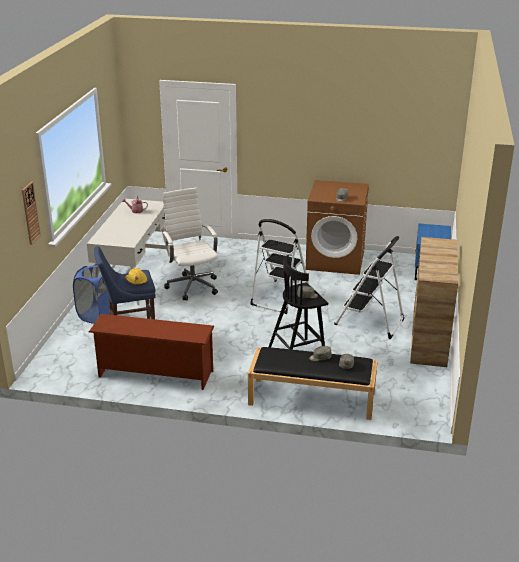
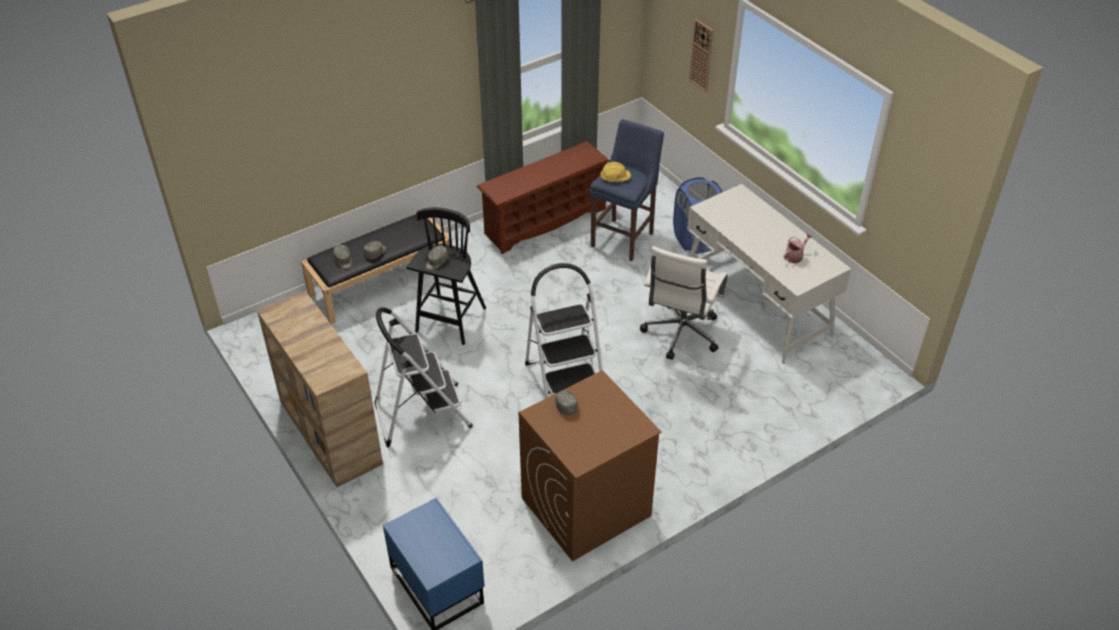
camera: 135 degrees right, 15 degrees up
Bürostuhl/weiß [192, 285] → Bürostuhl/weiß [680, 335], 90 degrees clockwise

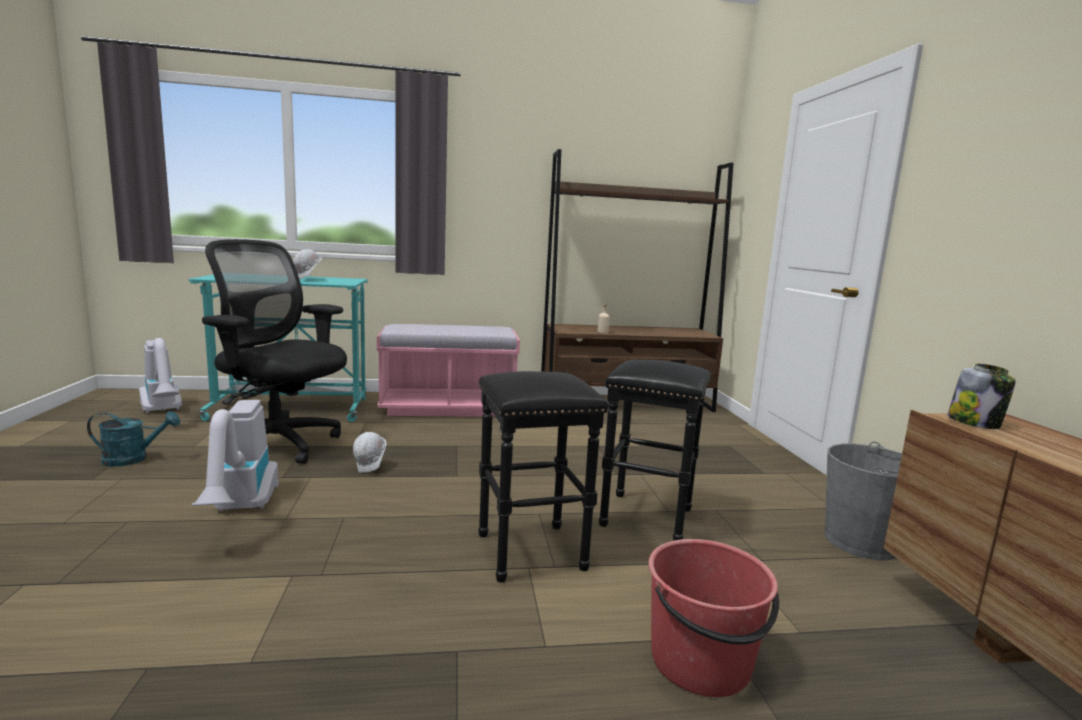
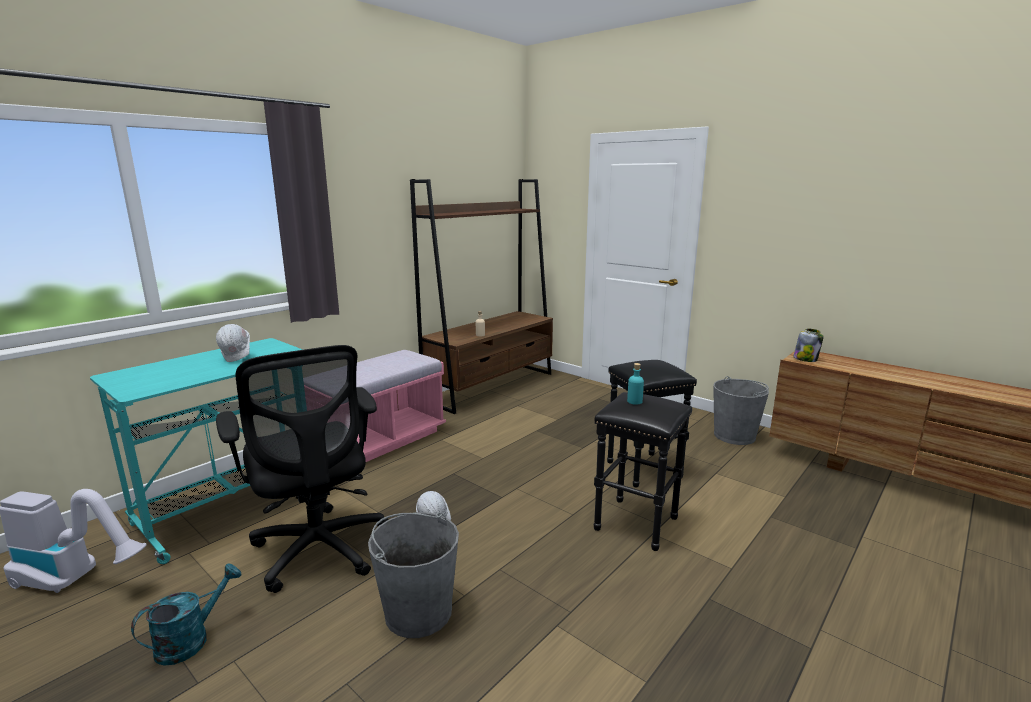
camera: 40 degrees left, 5 degrees up
Bürostuhl/schwarz [282, 445] → Bürostuhl/schwarz [316, 544], 105 degrees counterclockwise
Staubsauger [241, 510] → Eimer/grau [418, 611]
- → Flasche/türkis [634, 401]
Eimer/rot [701, 662] → -

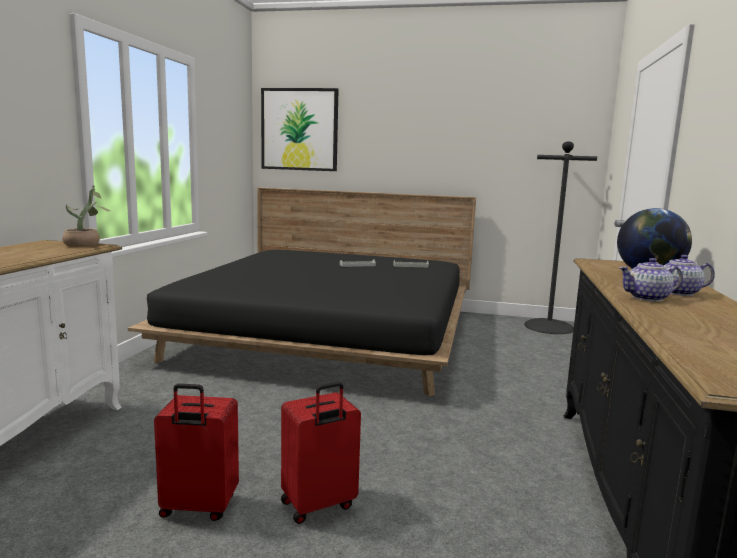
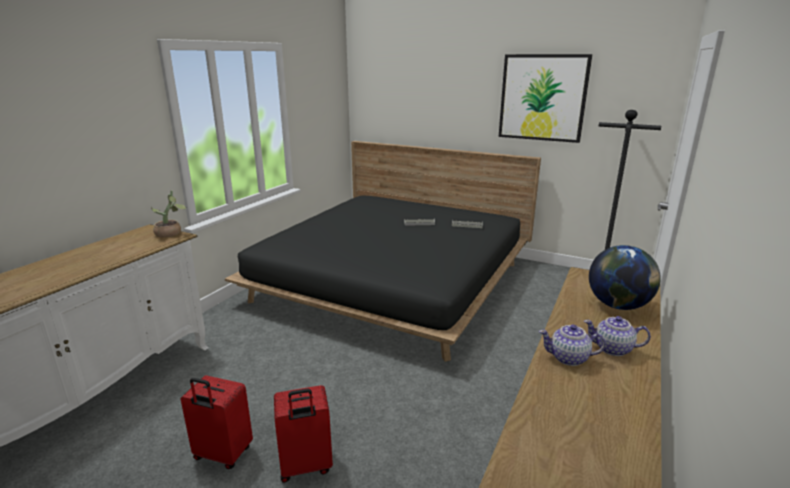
camera: 15 degrees right, 10 degrees up
Bild [299, 129] → Bild [542, 98], moved

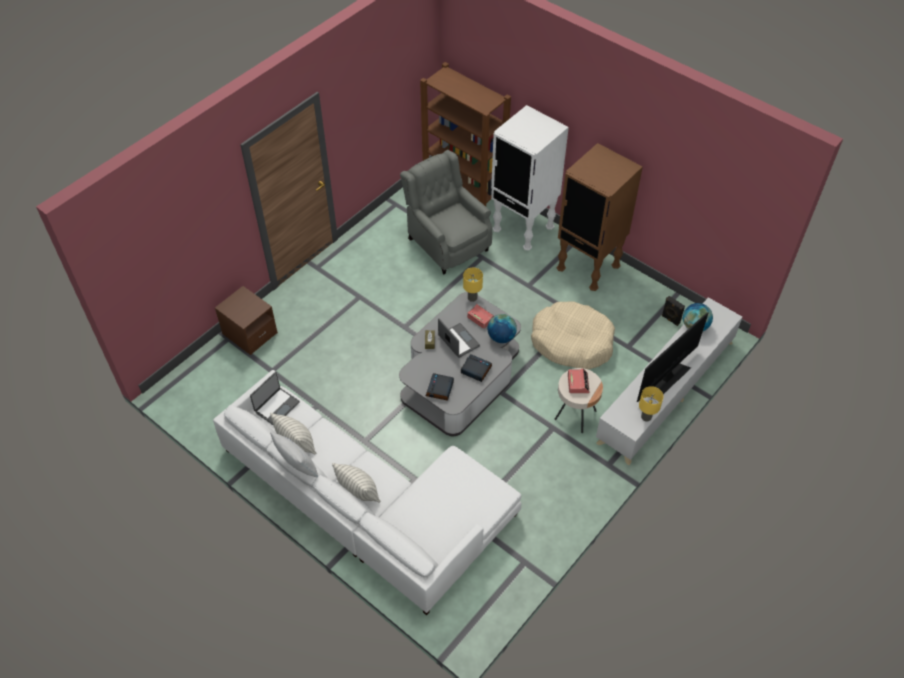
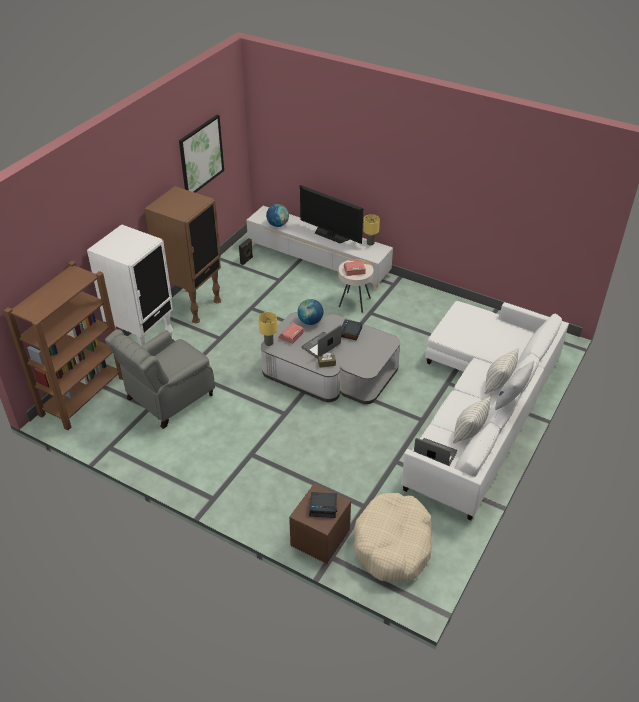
camera: 100 degrees left, 10 degrees down
- → Bild [201, 155]
Wecker [440, 389] → Wecker [323, 507], moved
Hundebett/beige [572, 342] → Hundebett/beige [393, 545], moved

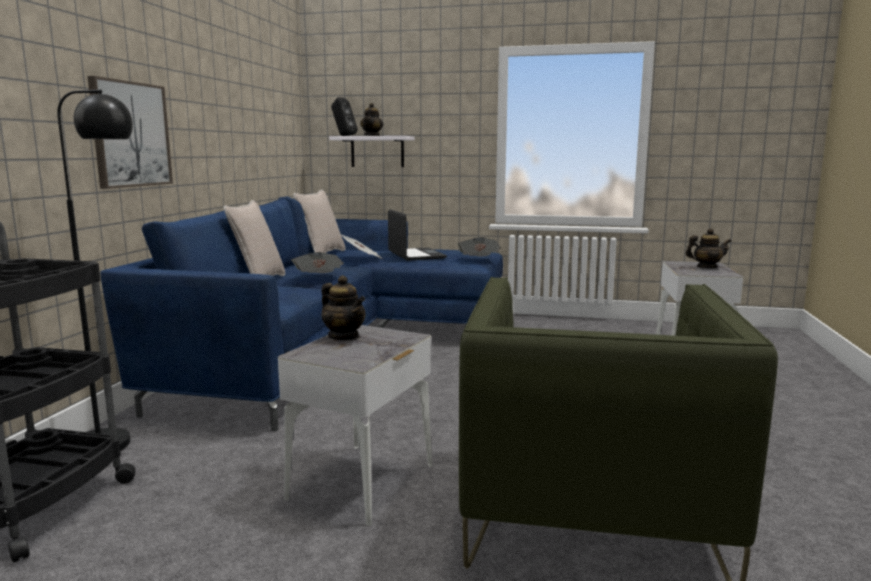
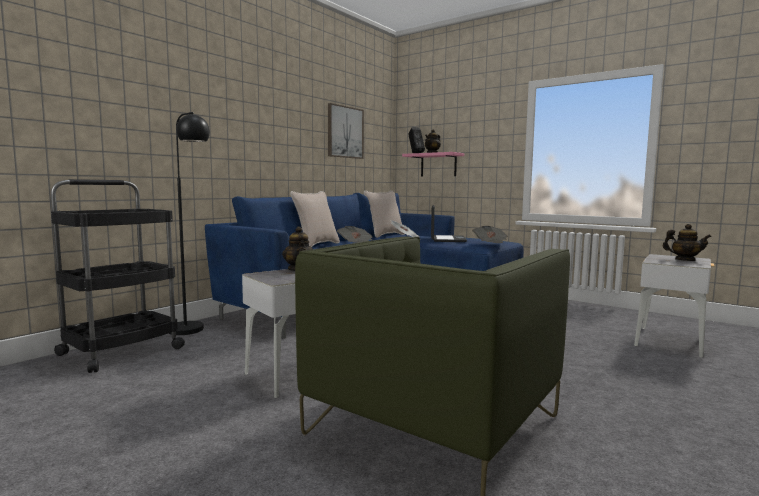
camera: 25 degrees right, 5 degrees down
Bild [130, 134] → Bild [345, 132], moved
Wandregal/weiß [377, 151] → Wandregal/rosa [438, 165]

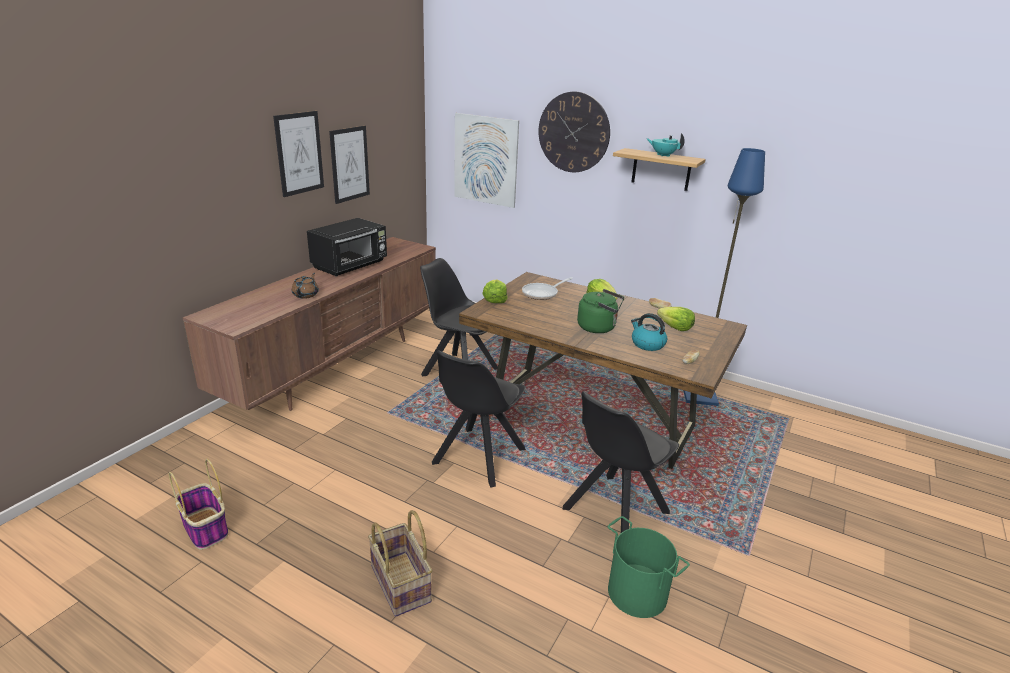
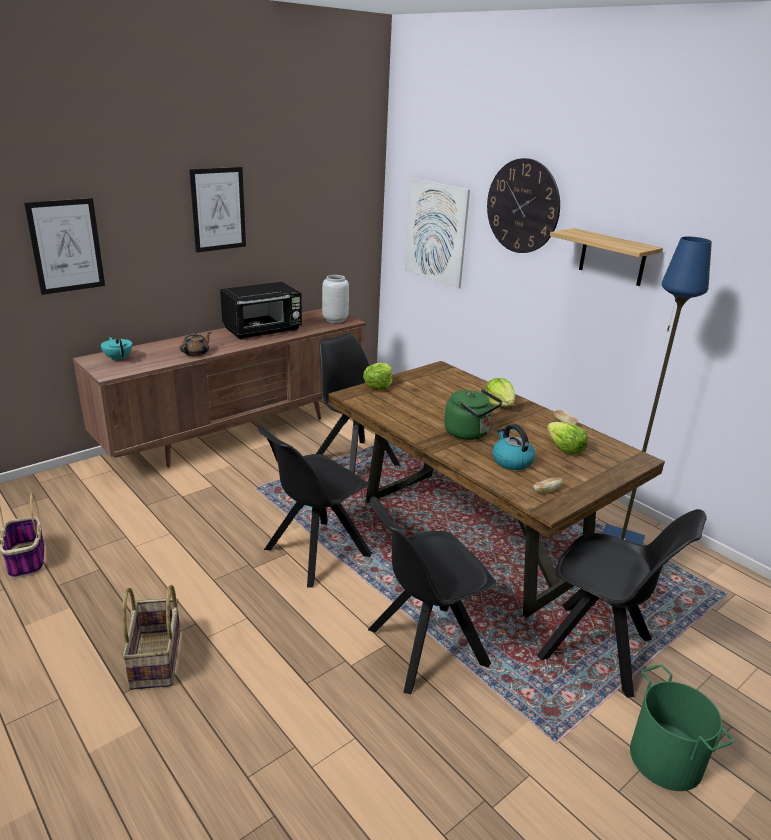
camera: 20 degrees right, 0 degrees up
Bild [350, 164] → Bild [66, 246], moved
Teekanne/türkis [663, 155] → Teekanne/türkis [118, 358], moved
- → Vase/grau [334, 319]
- → Stuhl/schwarz [599, 650]
Eimer/grün [636, 593] → Eimer/grün [665, 759], moved
Pfanne [542, 293] → -

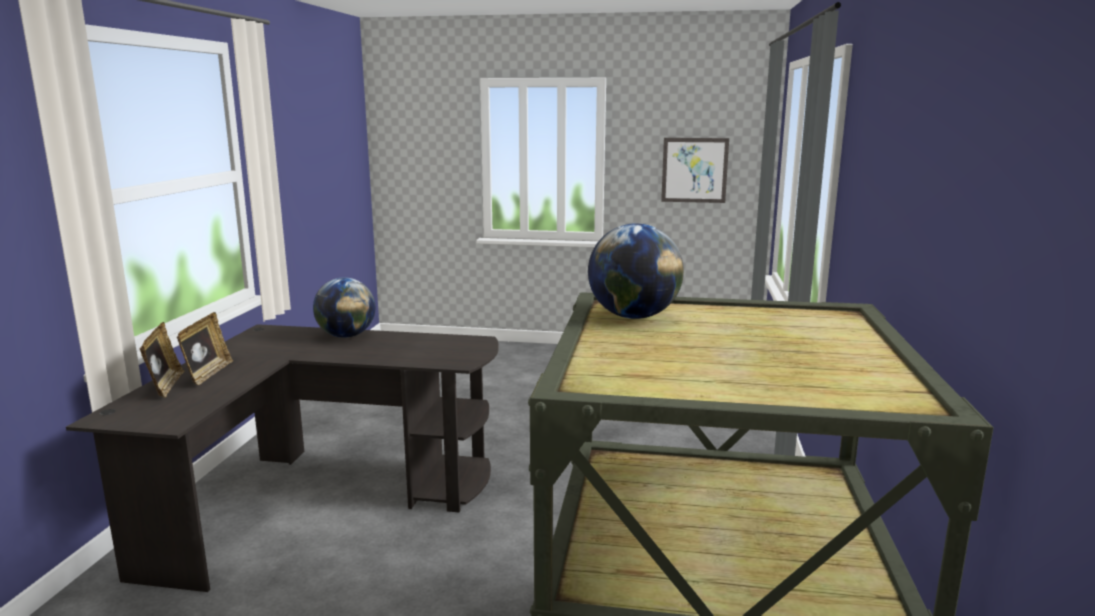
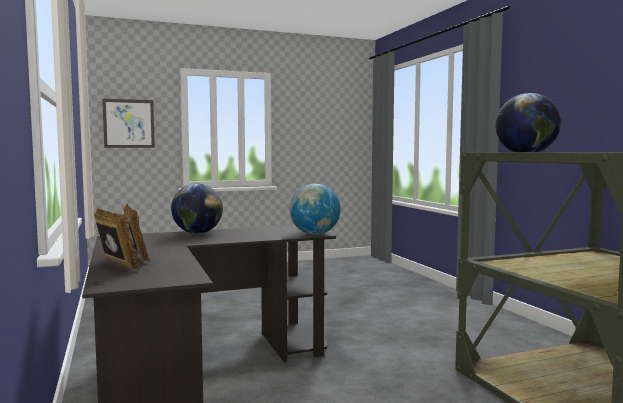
camera: 30 degrees left, 10 degrees down
Bild [694, 170] → Bild [129, 123], moved
- → Globus [314, 234]

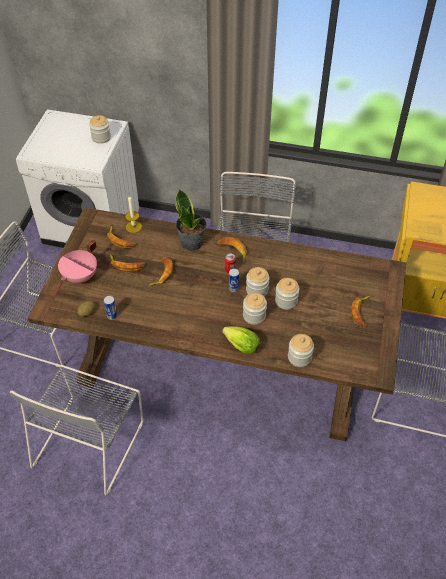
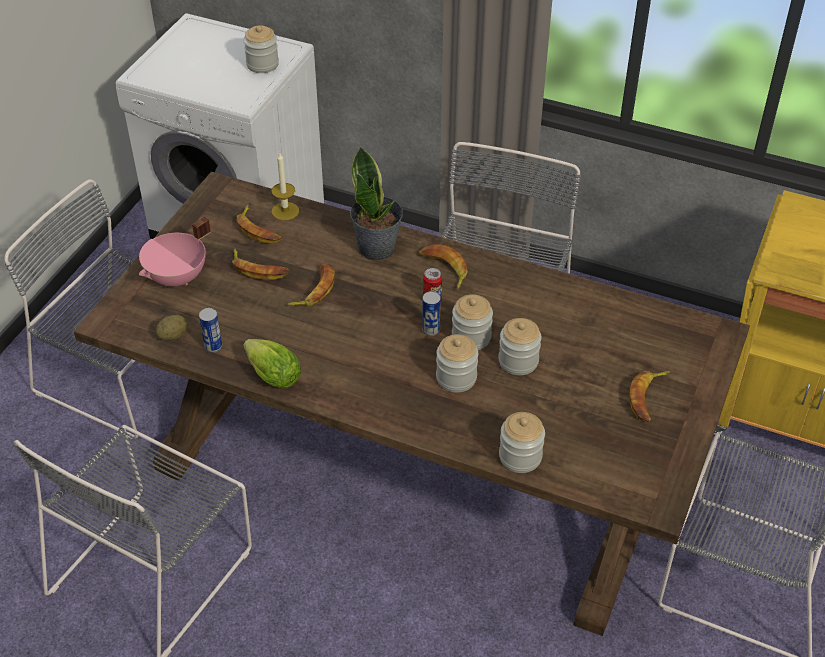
camera: 10 degrees right, 5 degrees down
Salatkopf [239, 345] → Salatkopf [271, 374], moved

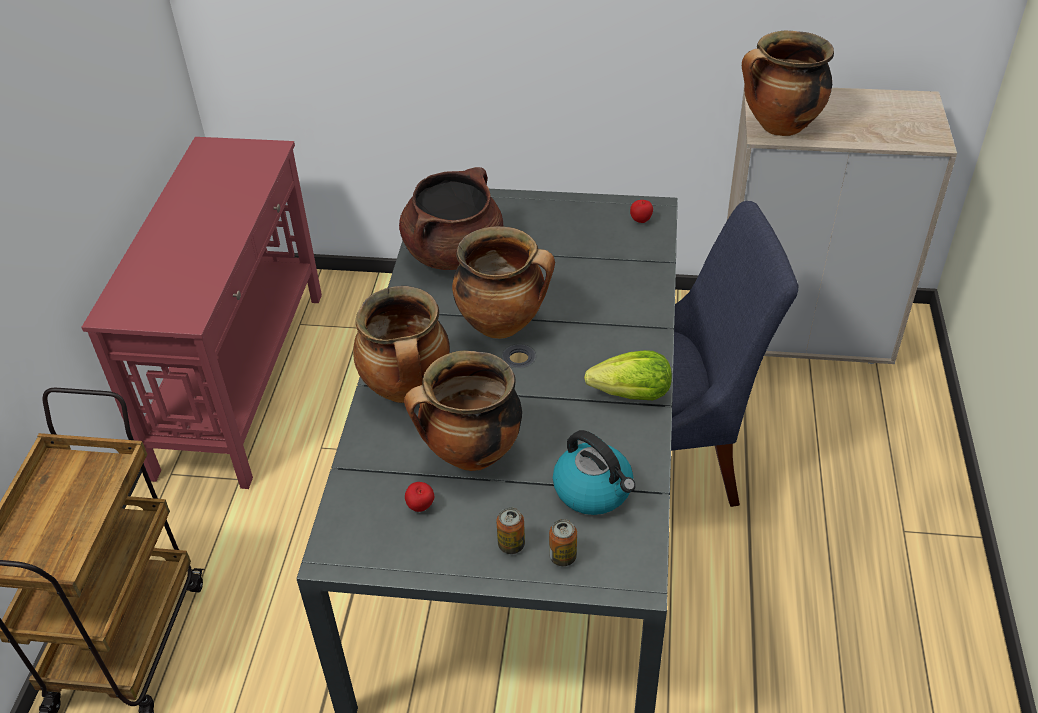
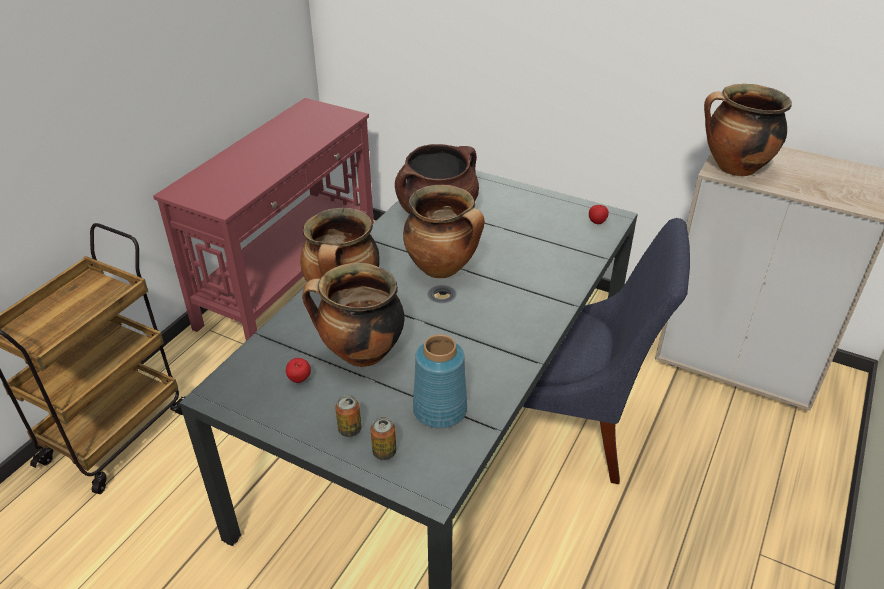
camera: 20 degrees right, 5 degrees down
Wasserkessel [594, 490] → Vase/blau [440, 409]
Salatkopf [632, 395] → -

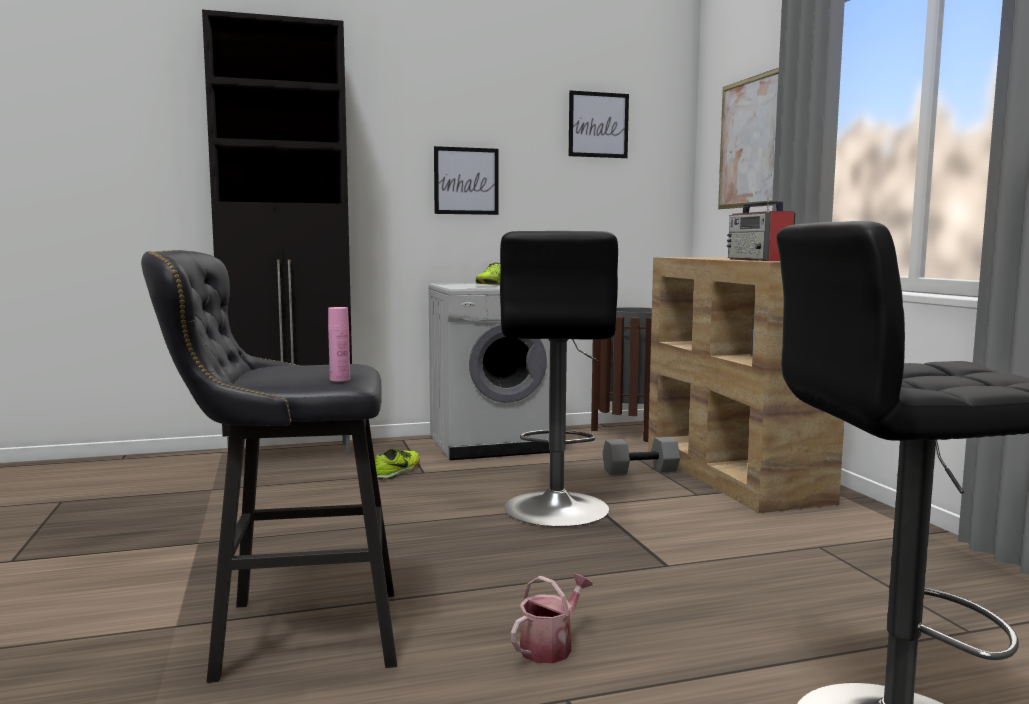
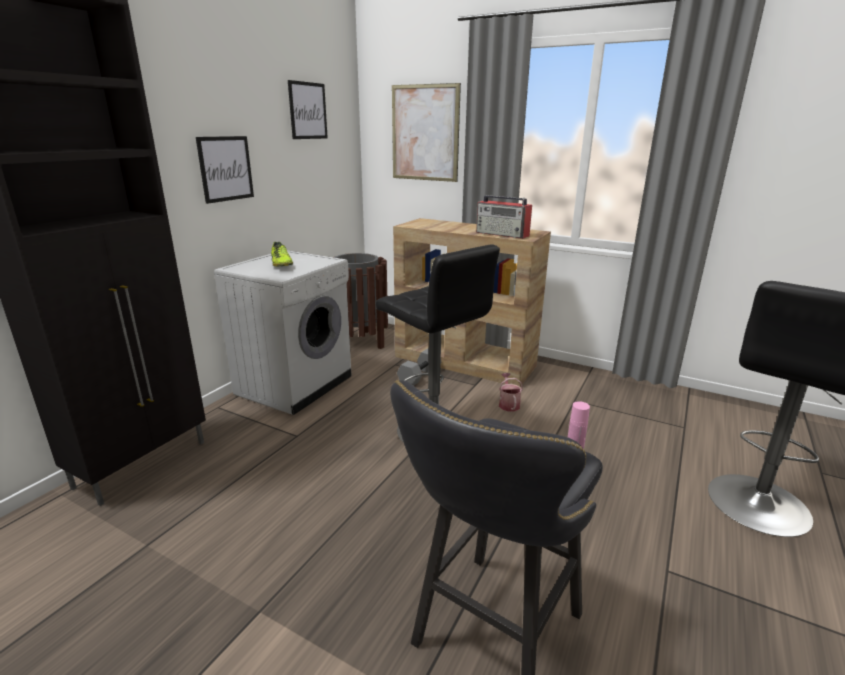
camera: 45 degrees left, 15 degrees up
Gießkanne [550, 646] → Gießkanne [508, 404], moved
Schuh [398, 471] → -

